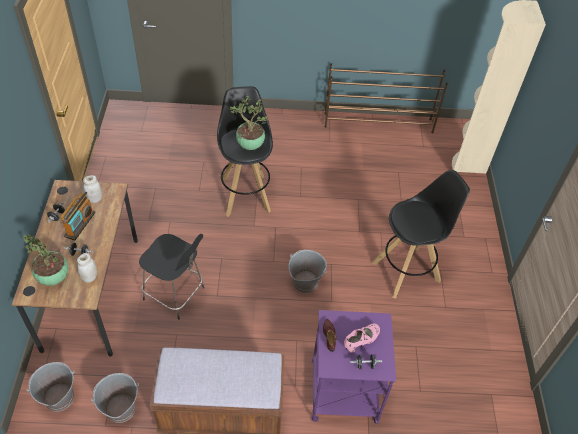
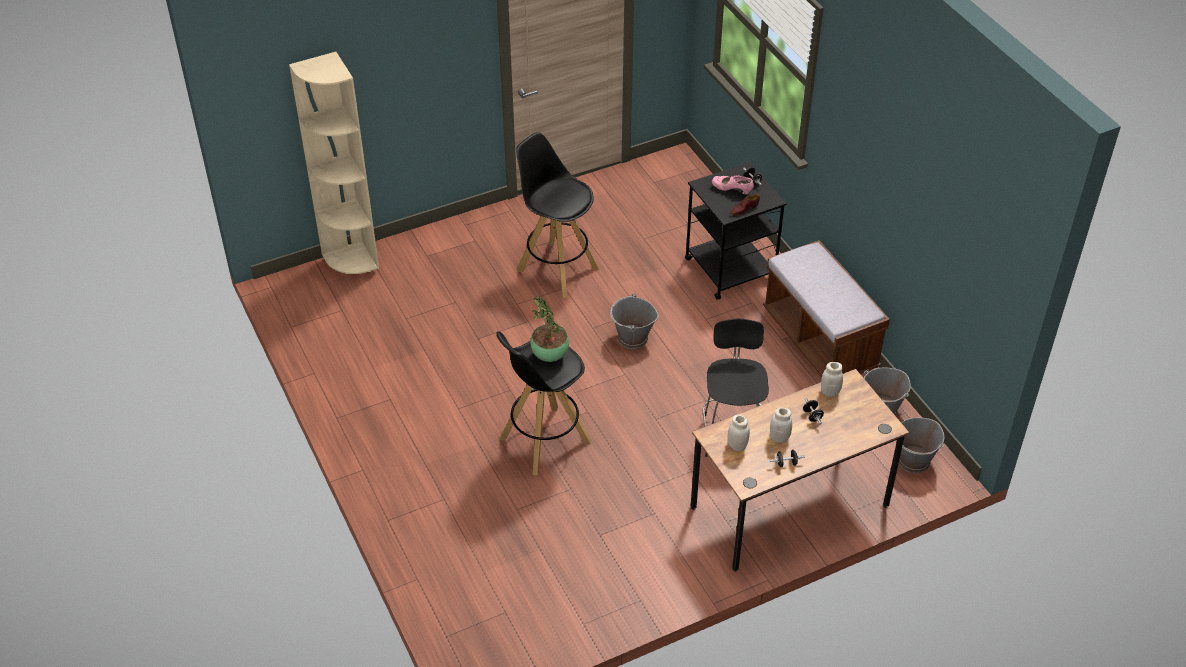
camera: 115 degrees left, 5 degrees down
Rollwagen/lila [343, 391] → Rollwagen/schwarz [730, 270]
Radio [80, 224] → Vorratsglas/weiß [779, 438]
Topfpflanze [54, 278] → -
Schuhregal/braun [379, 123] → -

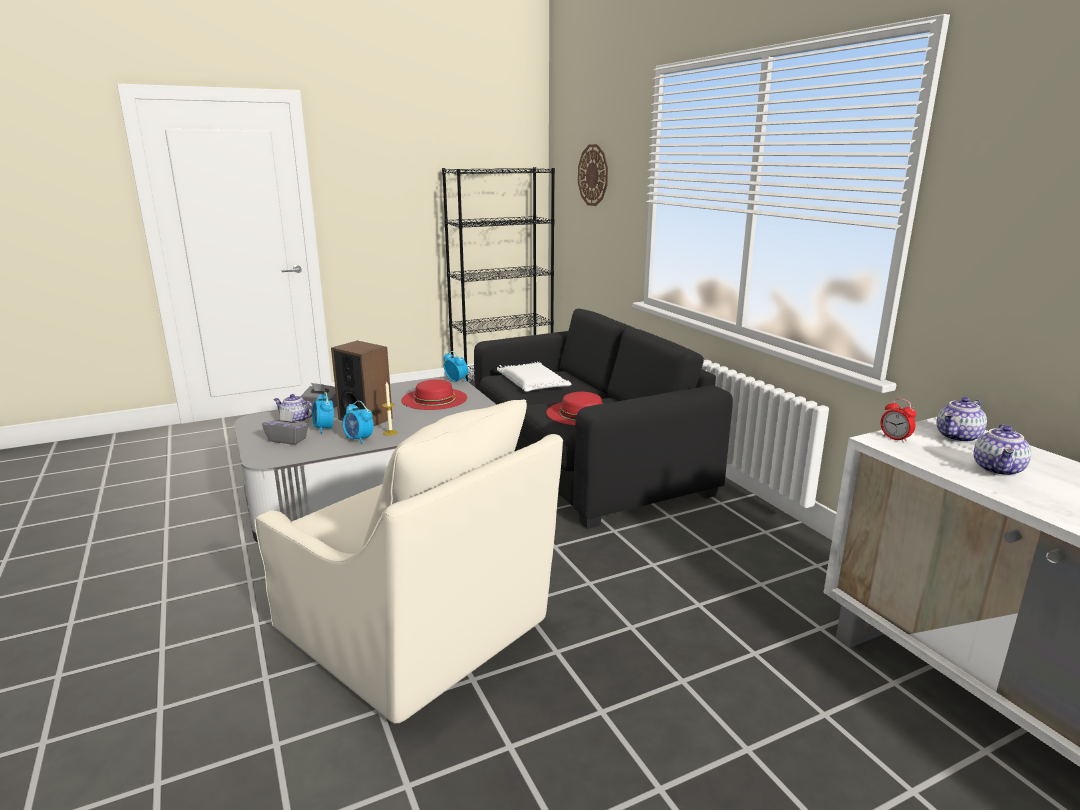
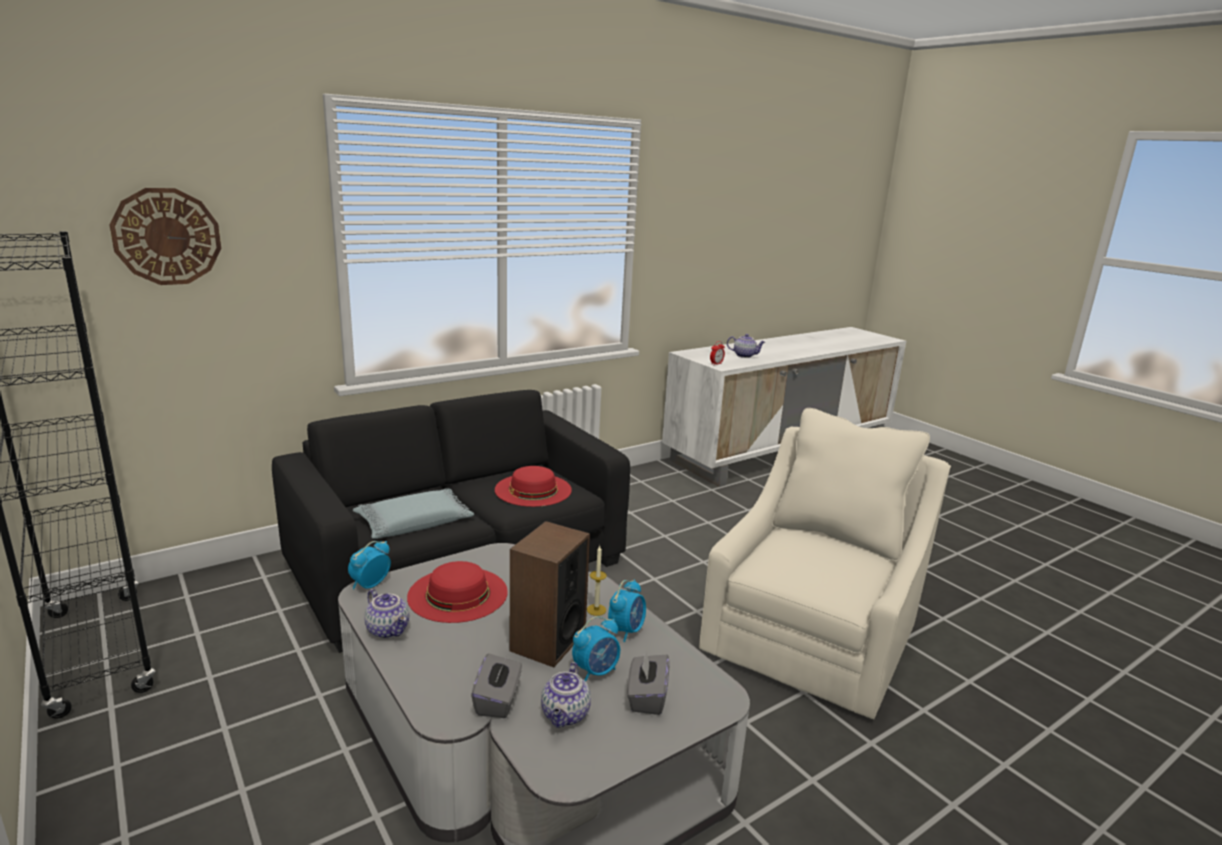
camera: 100 degrees left, 0 degrees up
Kissen/weiß [533, 383] → Kissen/blau [414, 520]
Teekanne [958, 437] → Teekanne [389, 630], moved

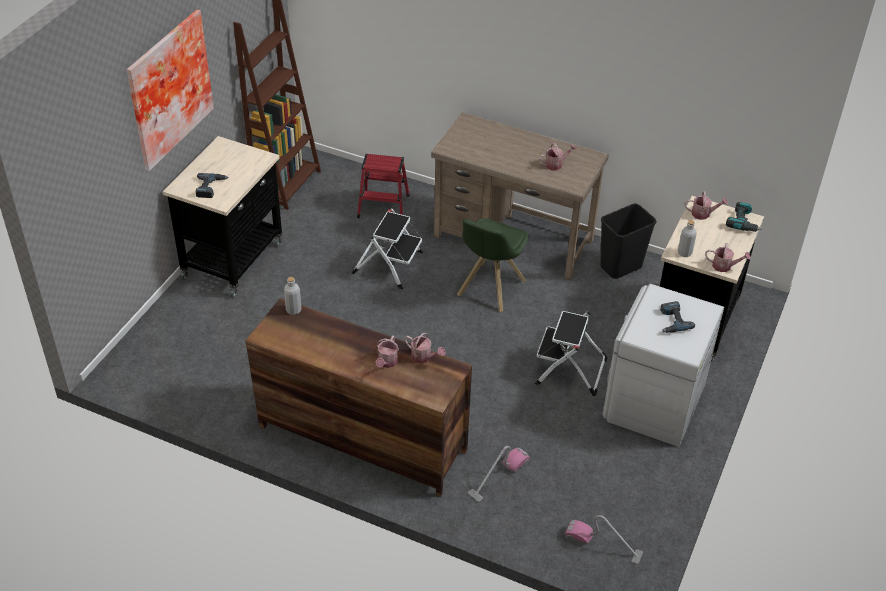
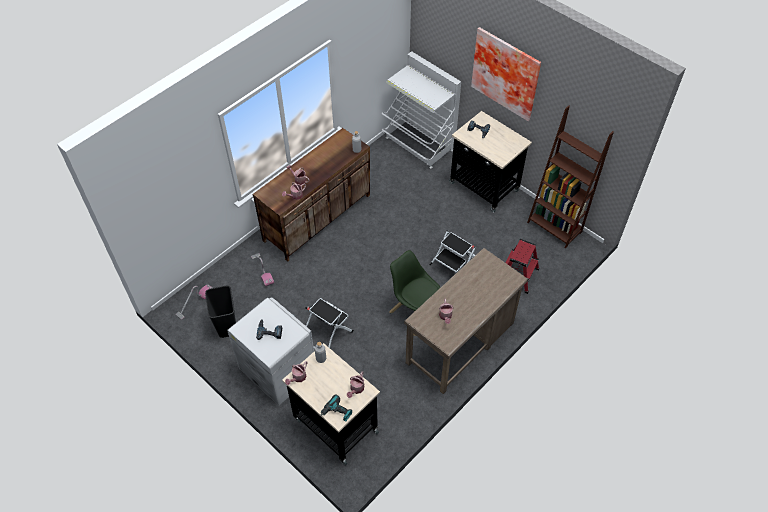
camera: 110 degrees right, 10 degrees up
Mülleimer/schwarz [621, 267] → Mülleimer/schwarz [226, 325], moved
- → Schuhregal/weiß [417, 145]

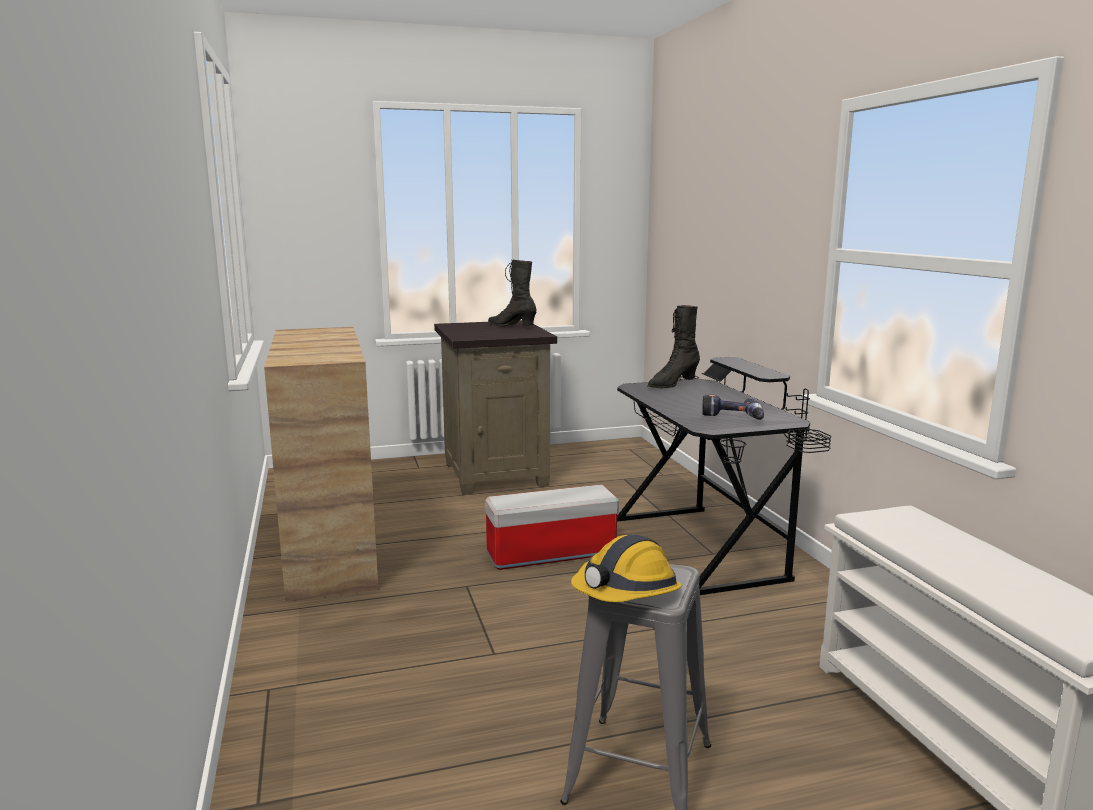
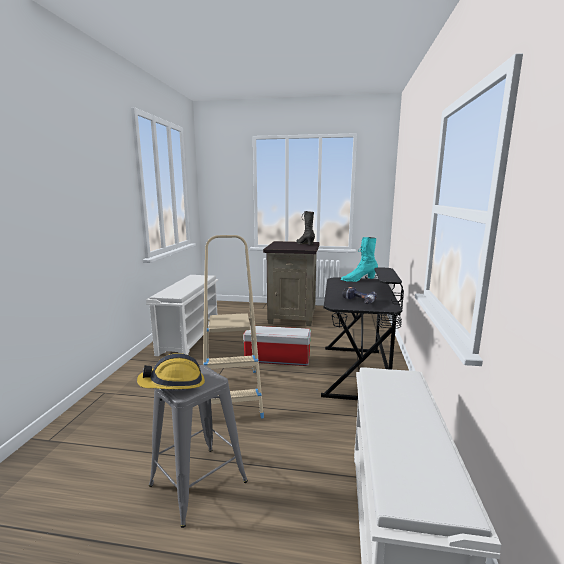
camera: 25 degrees right, 0 degrees up
Bücherregal/braun [328, 548] → Schuhregal/weiß [189, 337]
- → Trittleiter/beige [232, 394]
Stiefel/schwarz [672, 384] → Stiefel/türkis [358, 280]

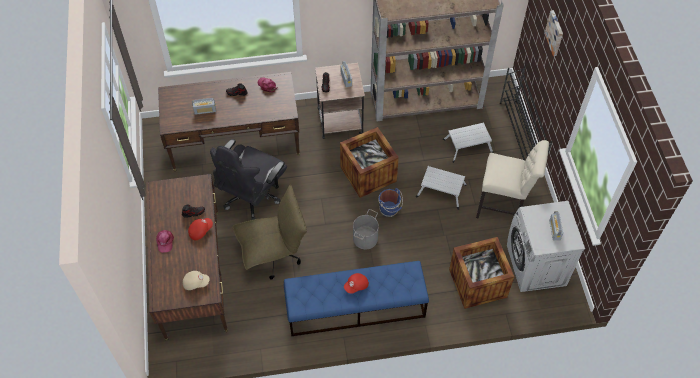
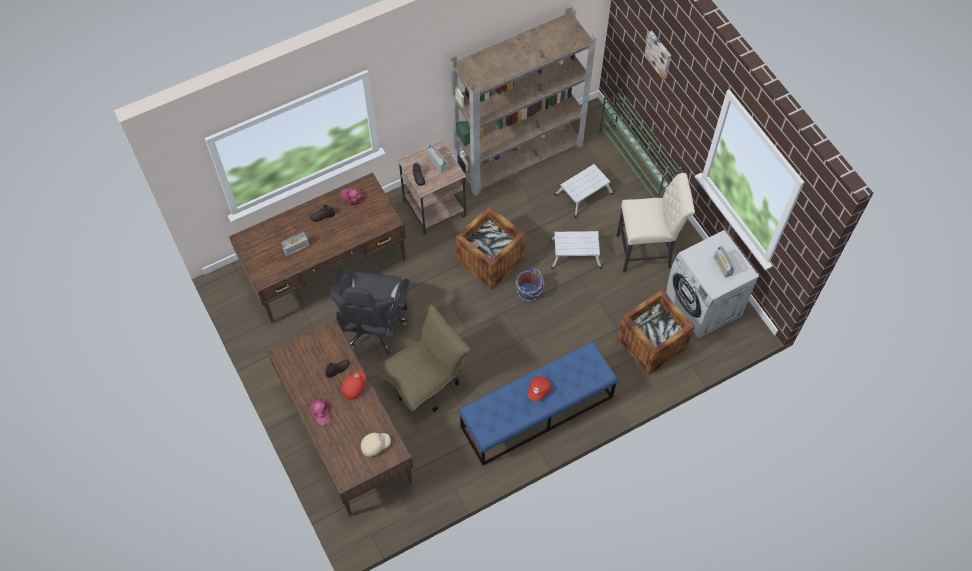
camera: 20 degrees left, 5 degrees up
Schuhregal/schwarz [519, 138] → Schuhregal/grün [635, 168]
Eimer/grau [365, 238] → -

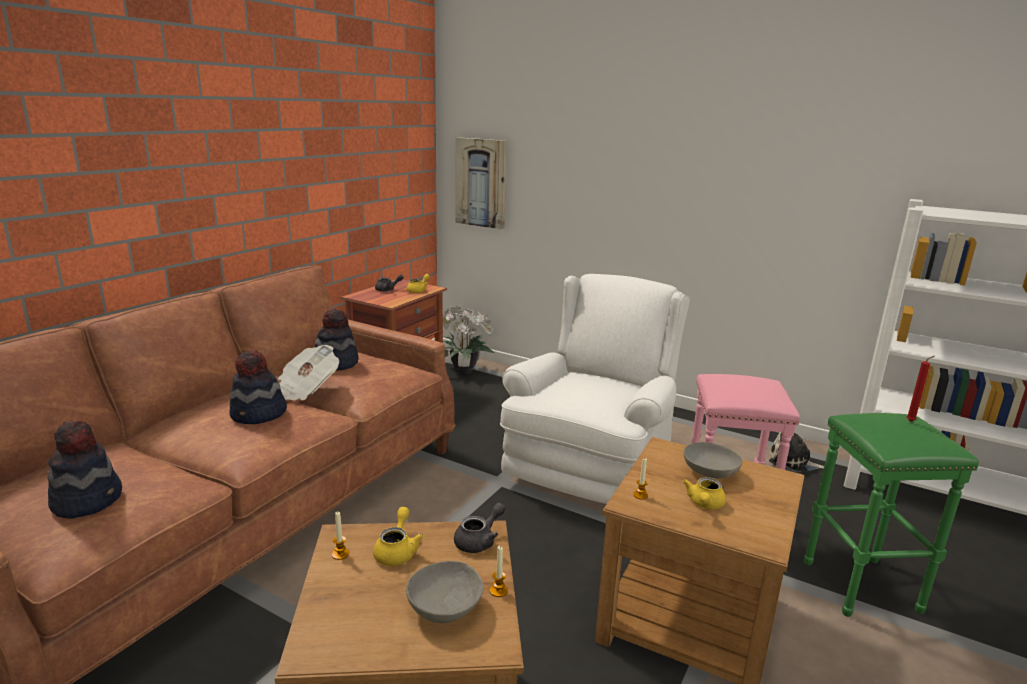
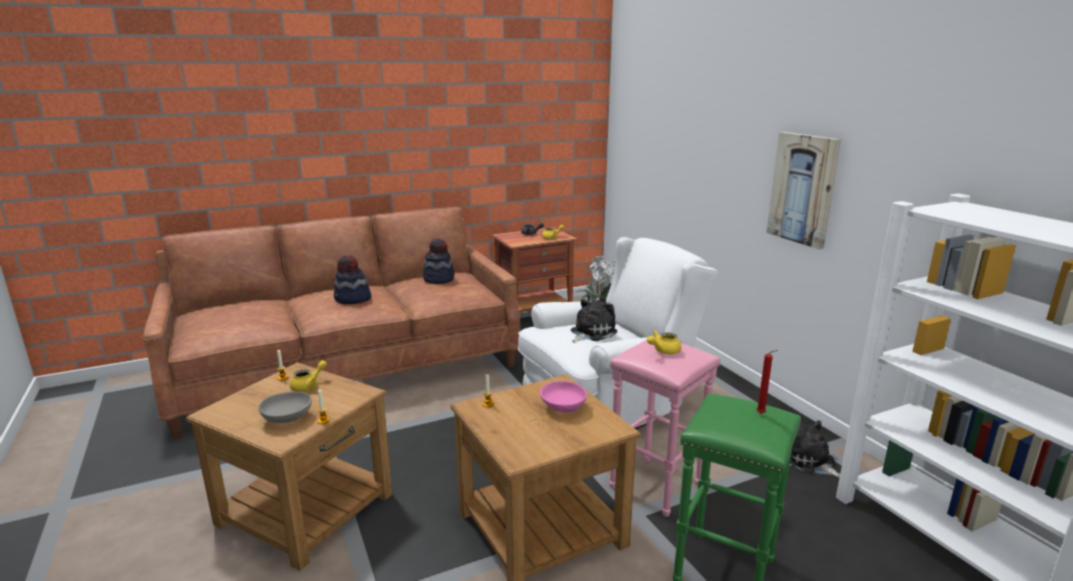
camera: 35 degrees right, 0 degrees up
Schüssel/grau [709, 472] → Schüssel/rosa [563, 407]
- → Plüschtier [591, 332]
Teekanne/gelb [704, 504] → Teekanne/gelb [663, 351], moved
Bild [481, 183] → Bild [803, 189], moved
Hut [88, 500] → -
Zeitung [305, 390] → -
Teekanne/grau [479, 541] → -

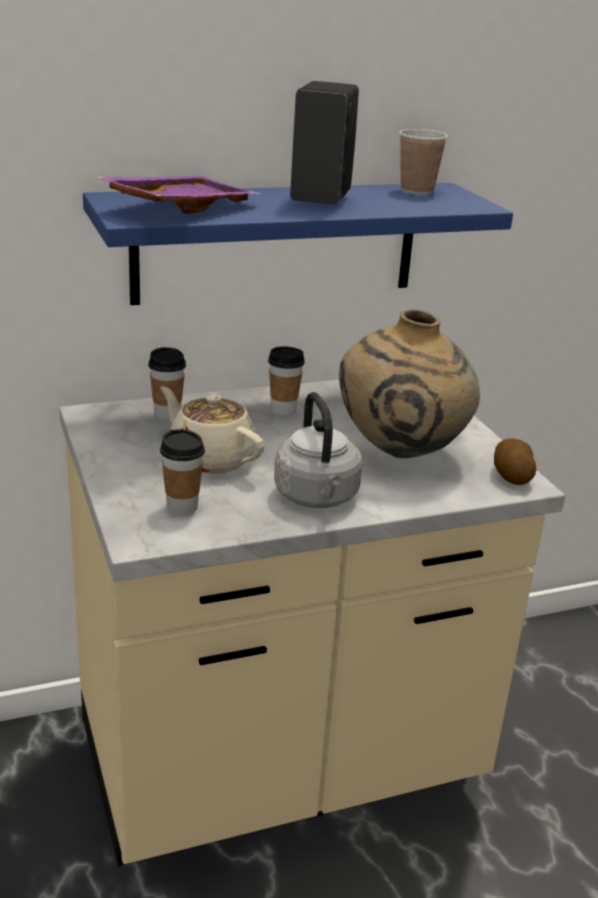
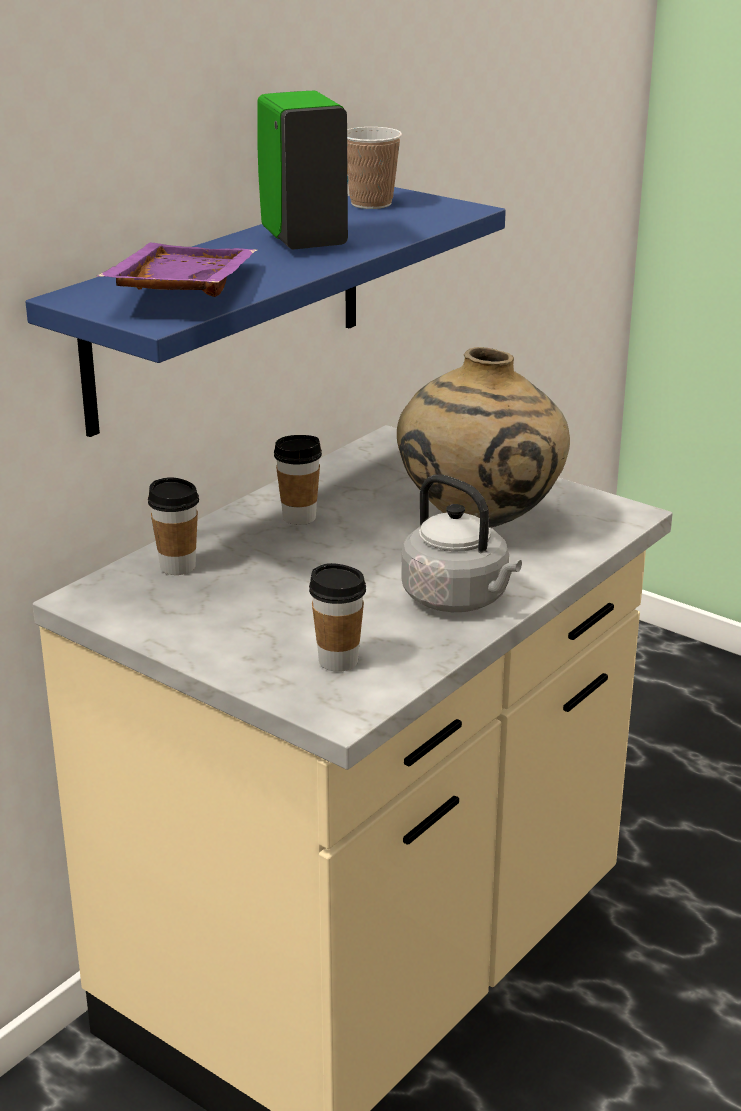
camera: 30 degrees left, 0 degrees up
Seifenspender/schwarz [321, 200] → Seifenspender/grün [302, 241]
Teekanne/beige [210, 458] → -
Kartoffel [511, 476] → -

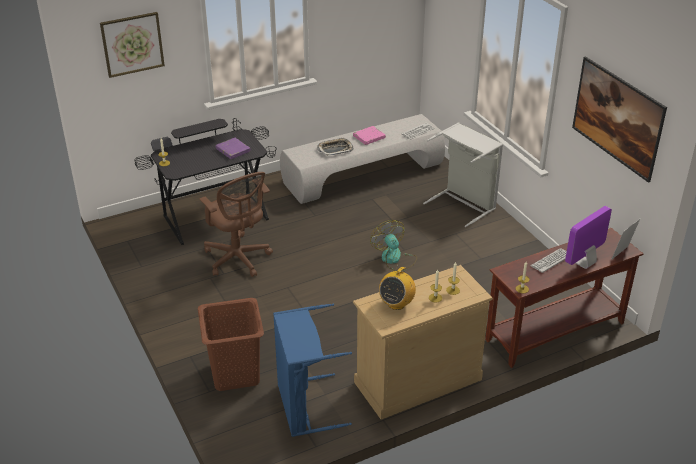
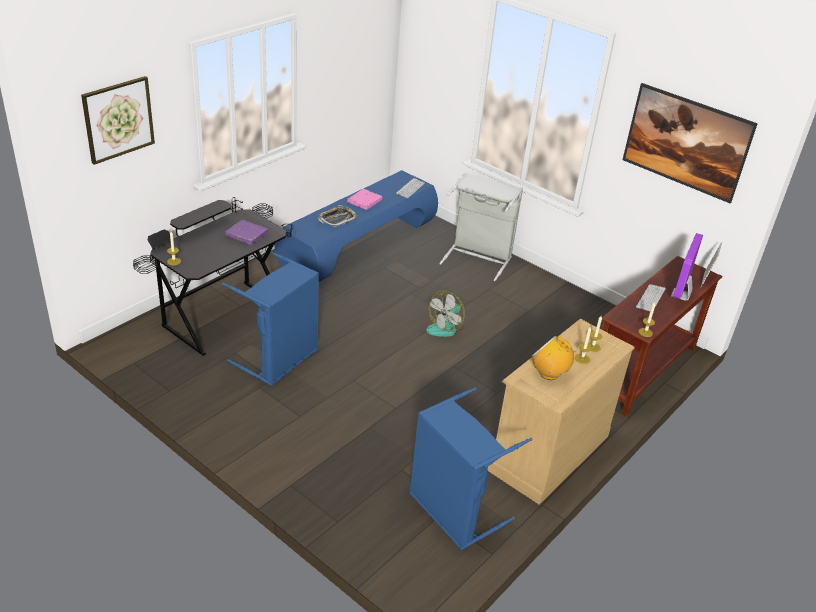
camera: 25 degrees left, 0 degrees up
Bürostuhl/braun [238, 259] → Wäschekorb/blau [280, 360]
Bank/grau [362, 173] → Bank/blau [358, 242]
Ventilator [394, 259] → Ventilator [446, 327], 90 degrees counterclockwise
Radio [396, 304] → Radio [549, 373], 120 degrees clockwise
Wäschekorb/braun [235, 373] → -

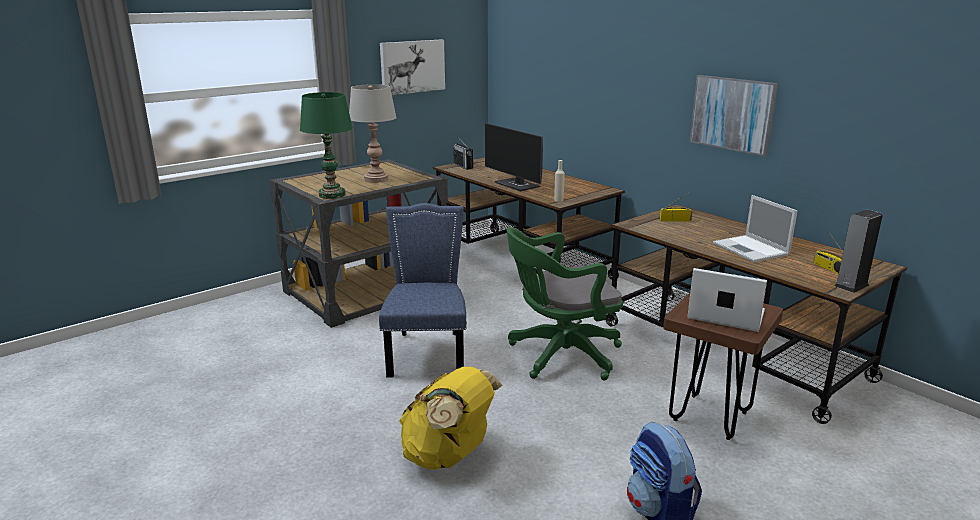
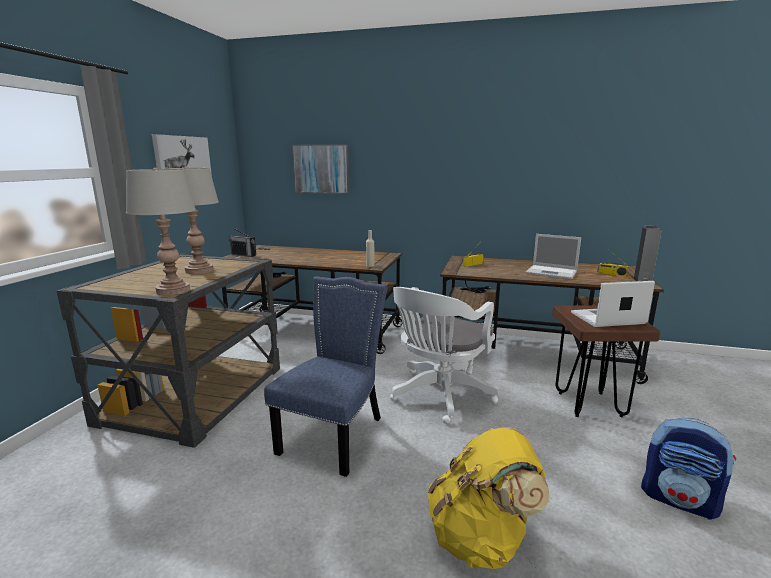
camera: 35 degrees left, 5 degrees down
Tischlampe/grün [332, 195] → Tischlampe/grau [173, 291]
Stuhl/blau [427, 355] → Stuhl/blau [332, 438], 60 degrees clockwise
Bild [732, 114] → Bild [321, 169], moved
Bürostuhl/grün [559, 355] → Bürostuhl/weiß [439, 396]
Monitor [518, 185] → -

